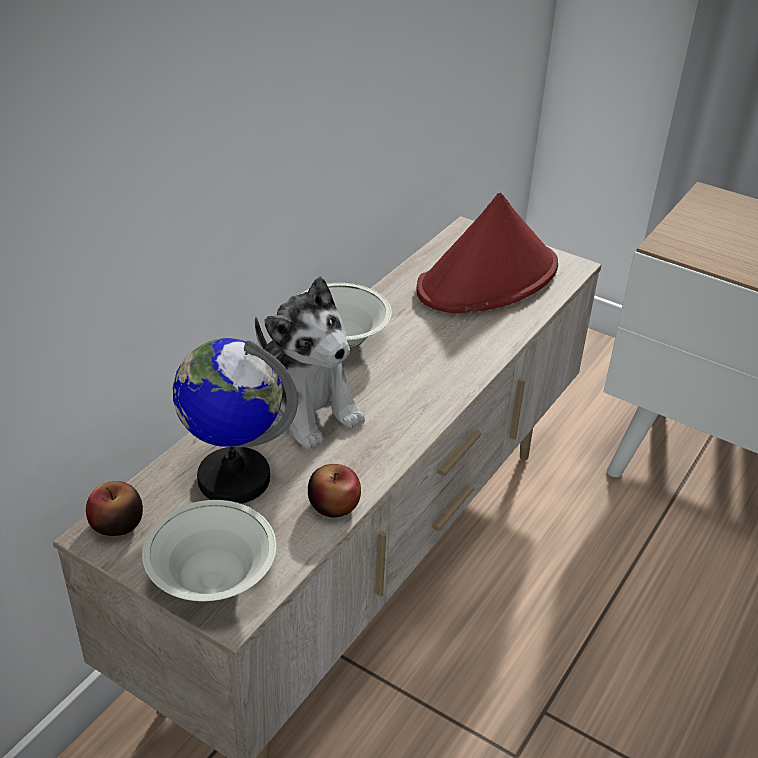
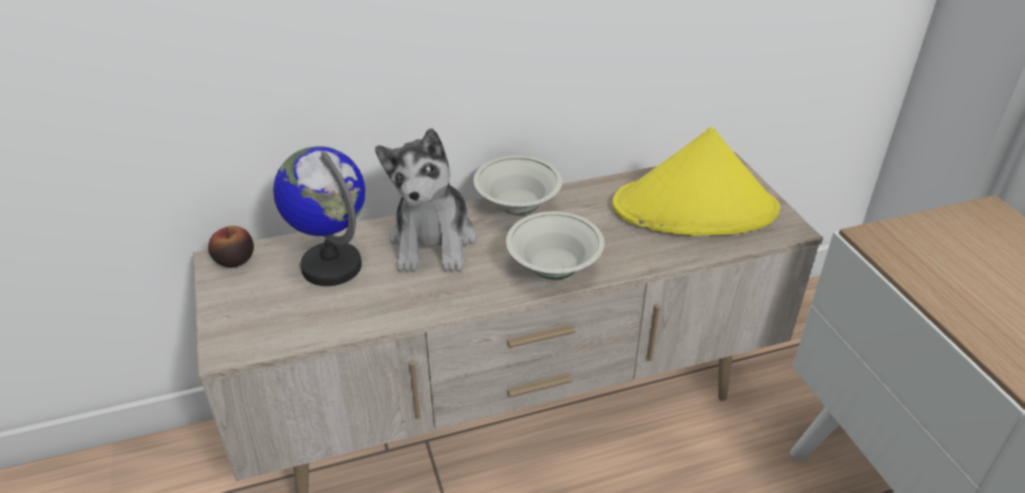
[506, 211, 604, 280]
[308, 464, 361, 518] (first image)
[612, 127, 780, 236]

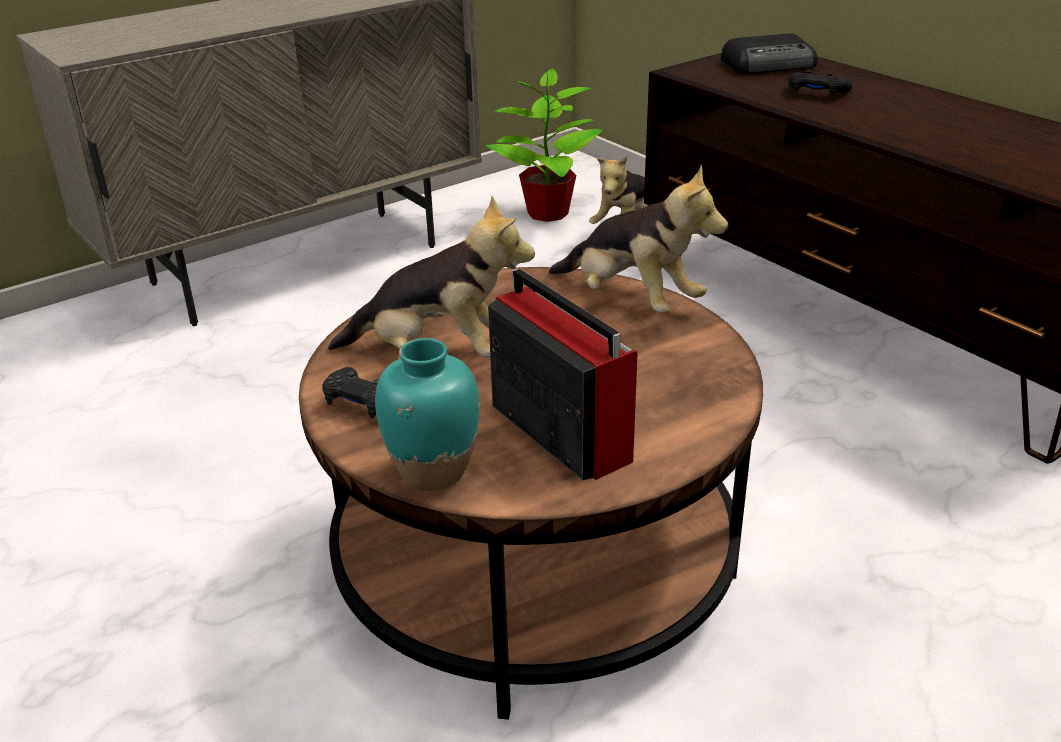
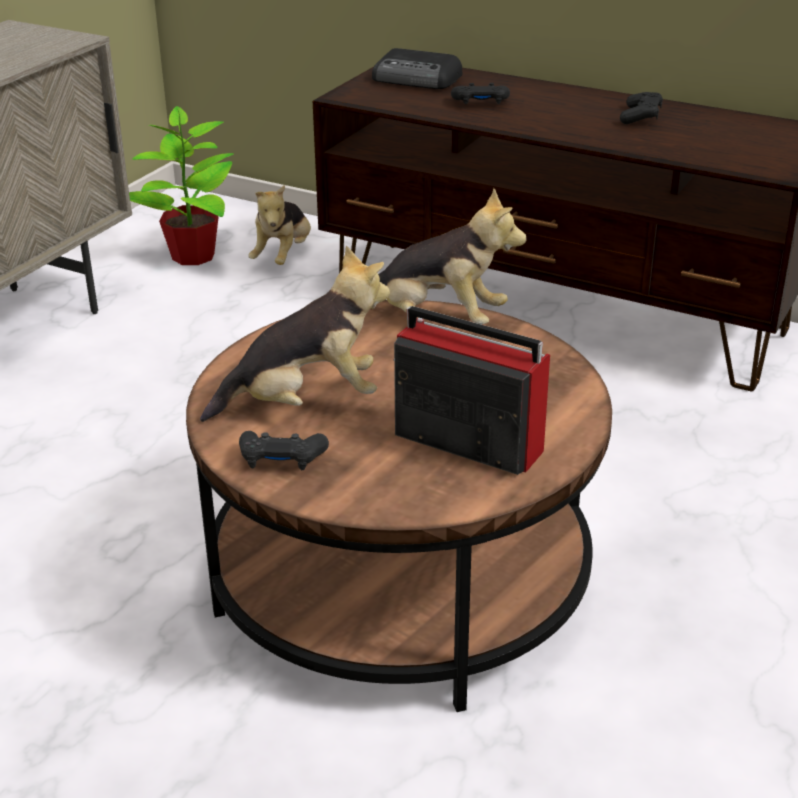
[375, 338, 480, 491] (first image)
[372, 48, 462, 89]
[620, 92, 663, 124]

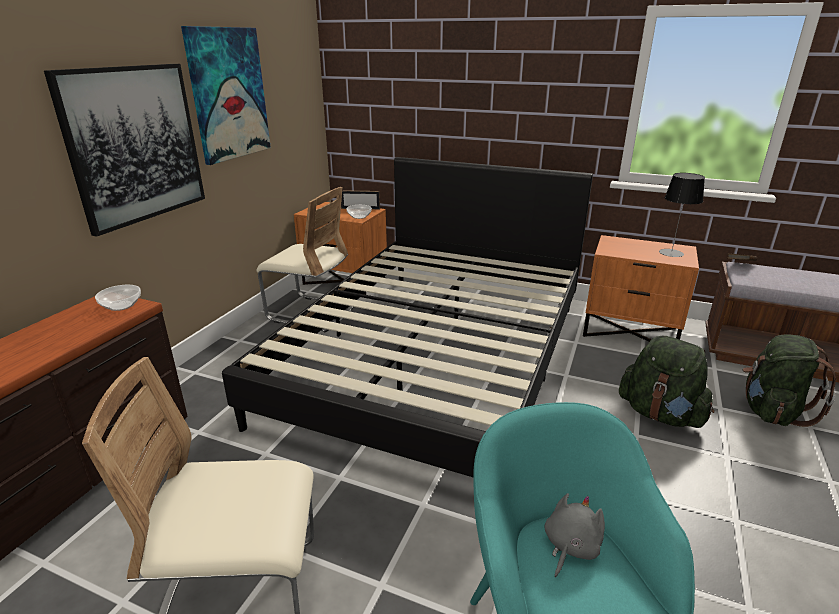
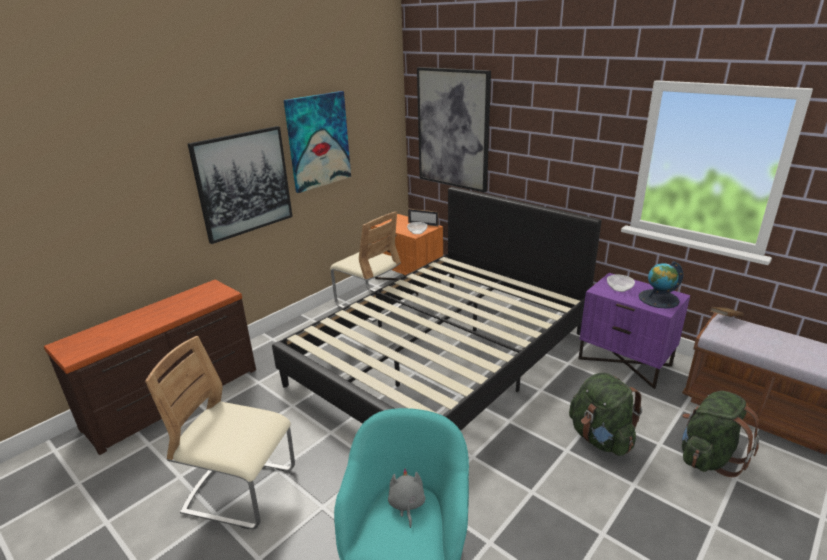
[607, 275, 635, 292]
[388, 469, 425, 528]
[578, 273, 690, 389]
[639, 261, 684, 308]
[417, 67, 491, 193]

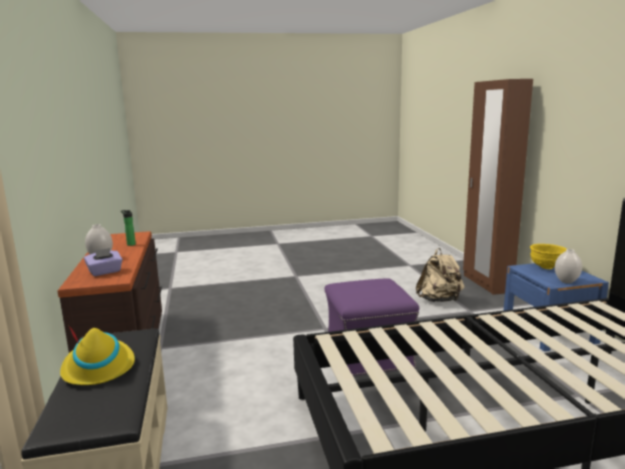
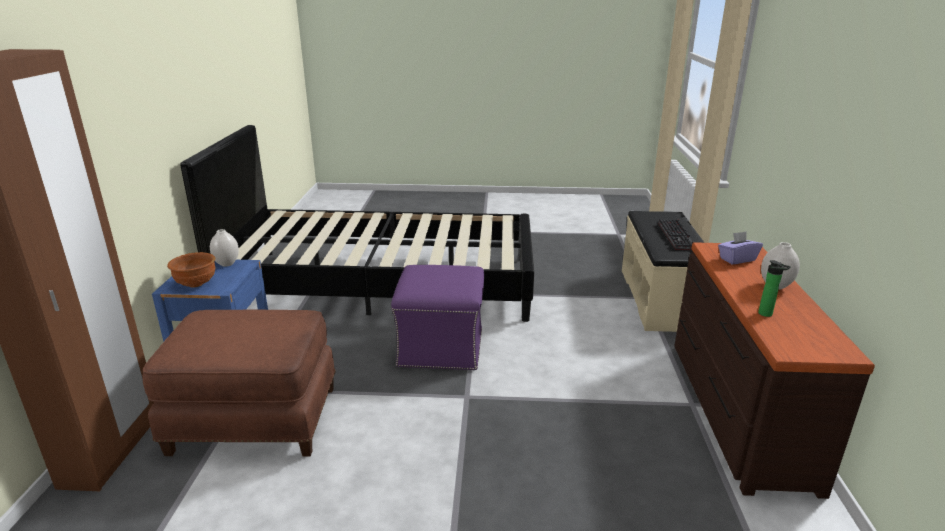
[658, 219, 695, 251]
[143, 310, 336, 457]
[167, 252, 215, 288]

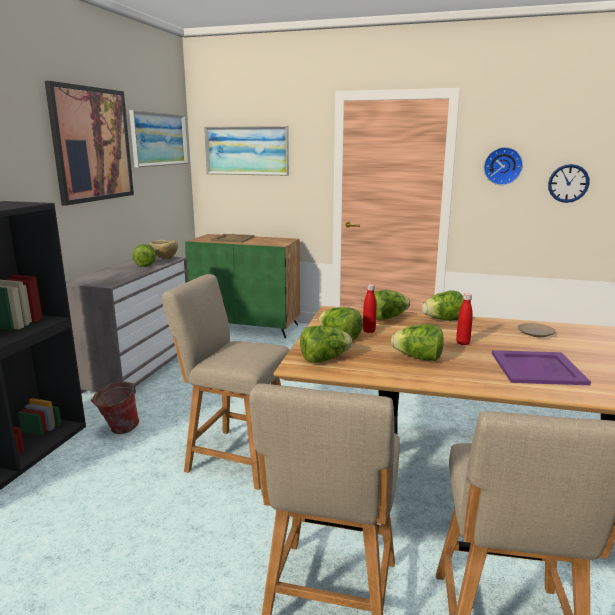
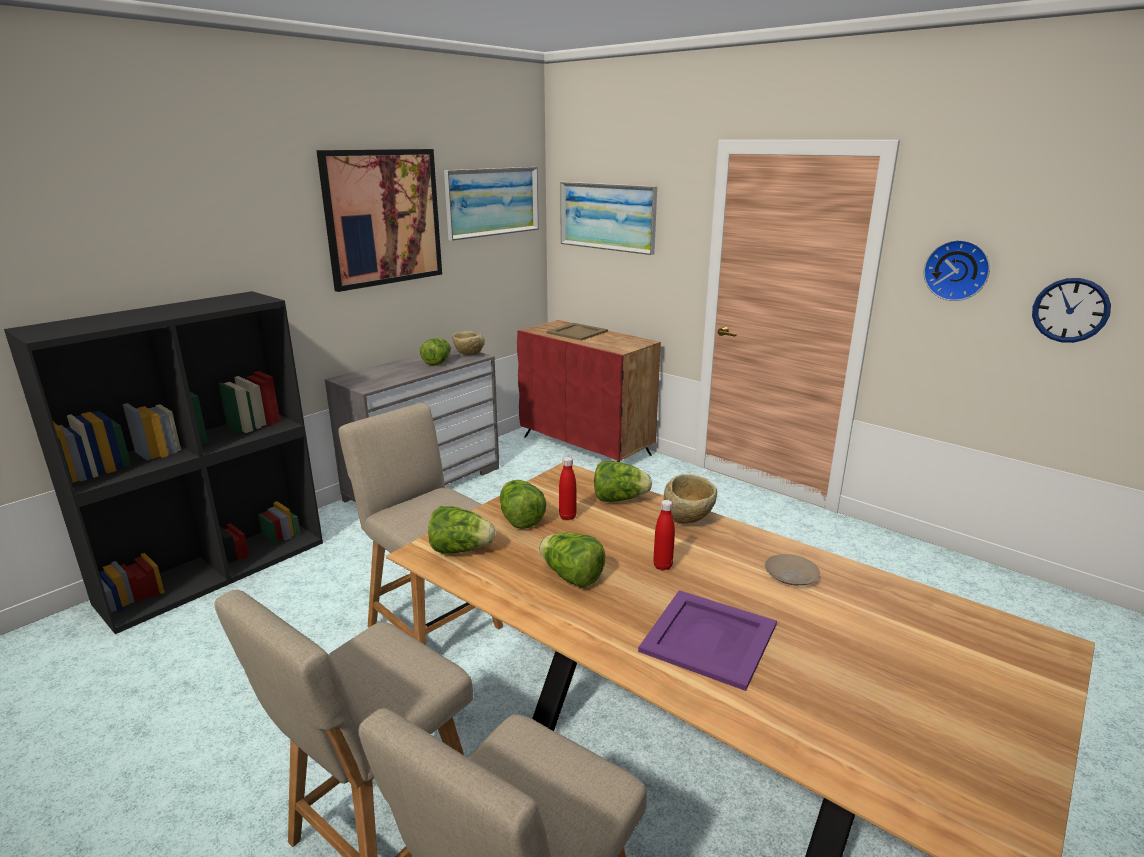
[91, 381, 139, 434] (first image)
[517, 320, 661, 462]
[664, 474, 717, 524]

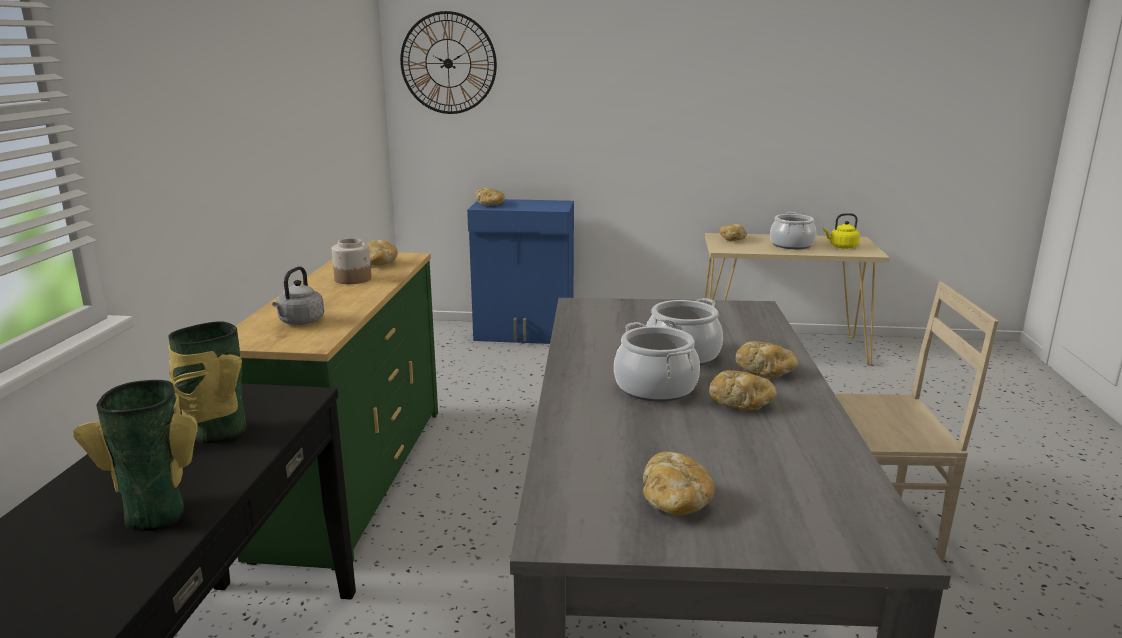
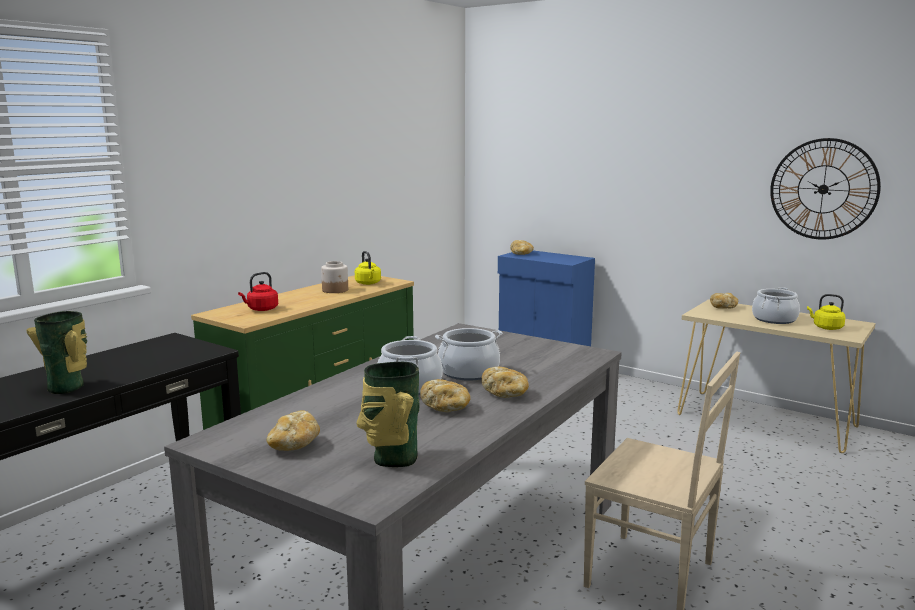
[356, 362, 420, 467]
[238, 272, 278, 311]
[355, 251, 381, 285]
[770, 138, 881, 240]

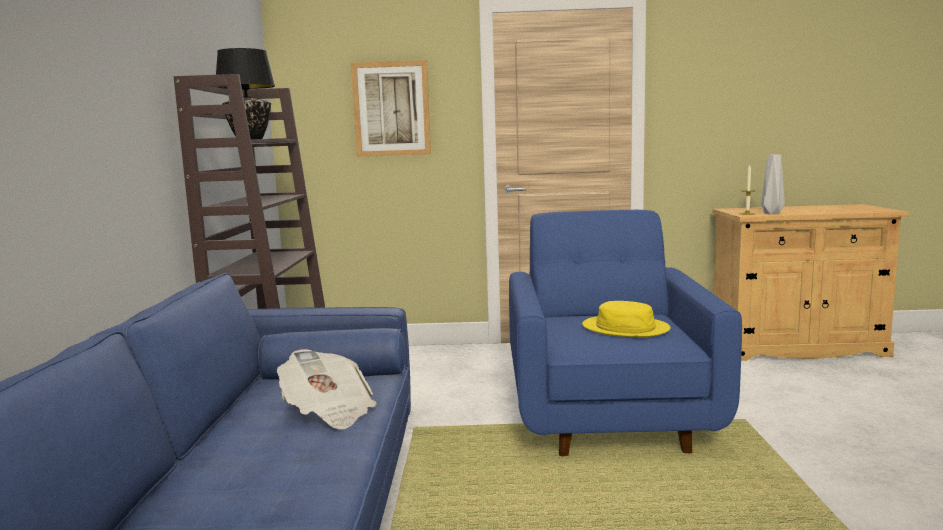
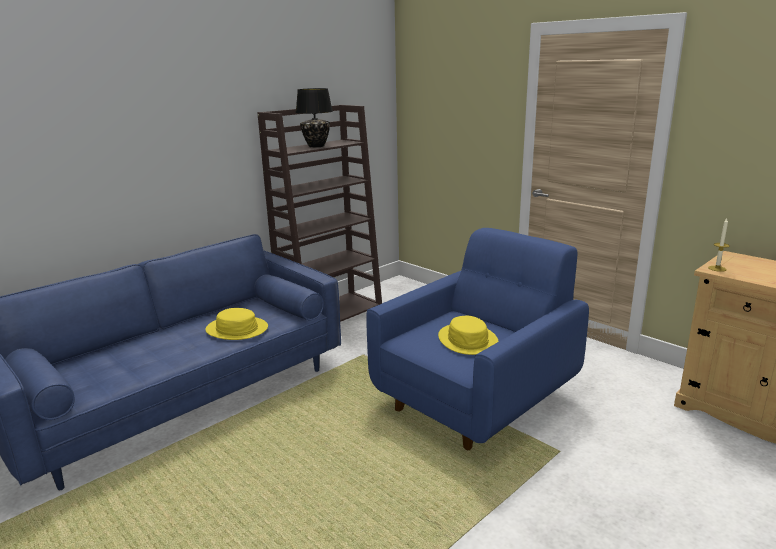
[205, 308, 268, 340]
[351, 60, 431, 157] (first image)
[761, 154, 785, 214] (first image)

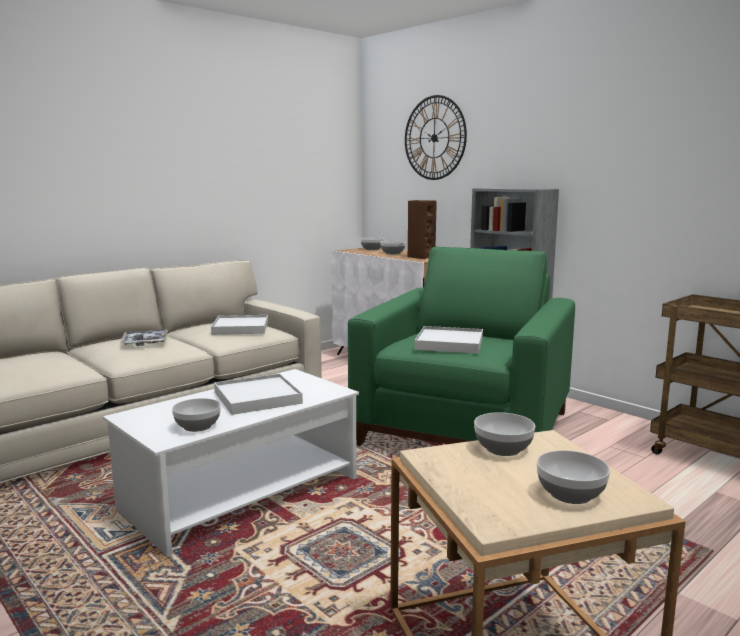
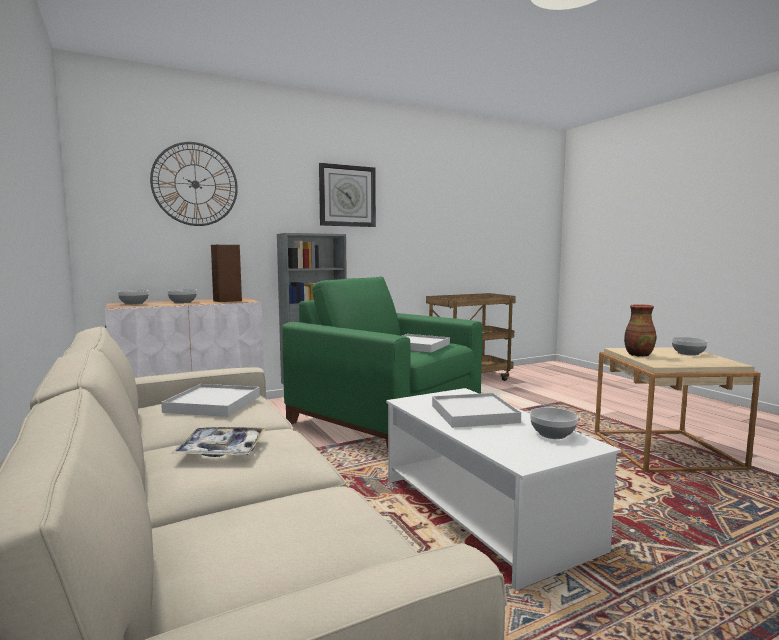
[624, 304, 656, 357]
[319, 163, 376, 227]

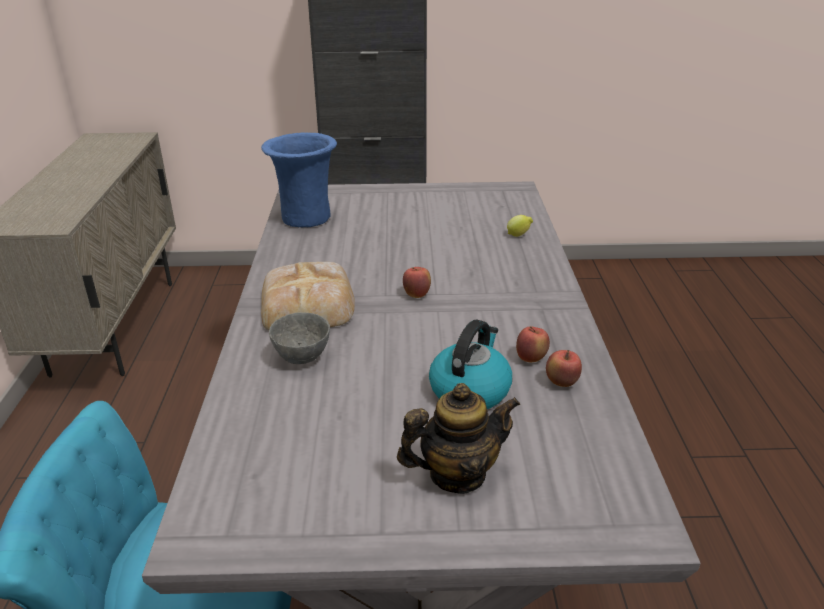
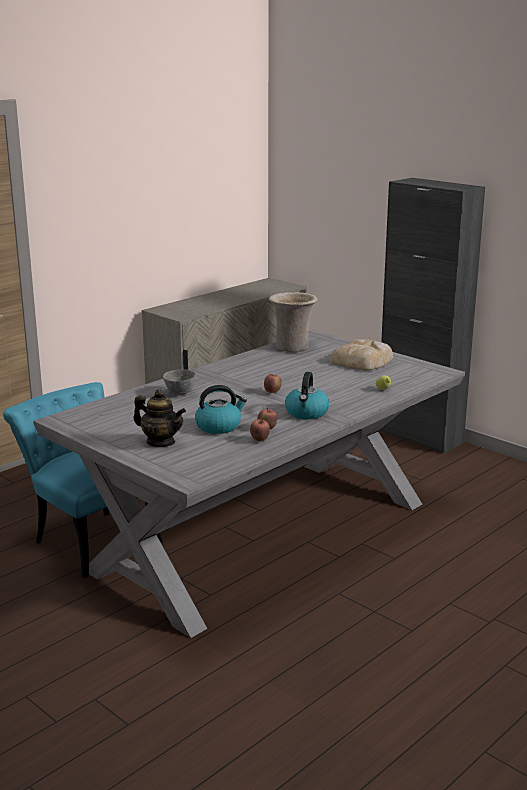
[269, 292, 318, 352]
[330, 339, 393, 370]
[285, 372, 329, 419]

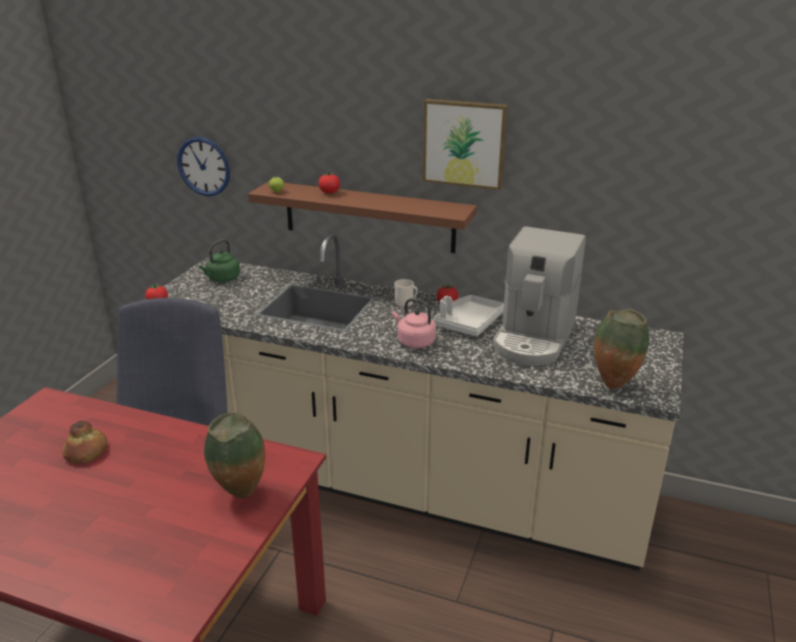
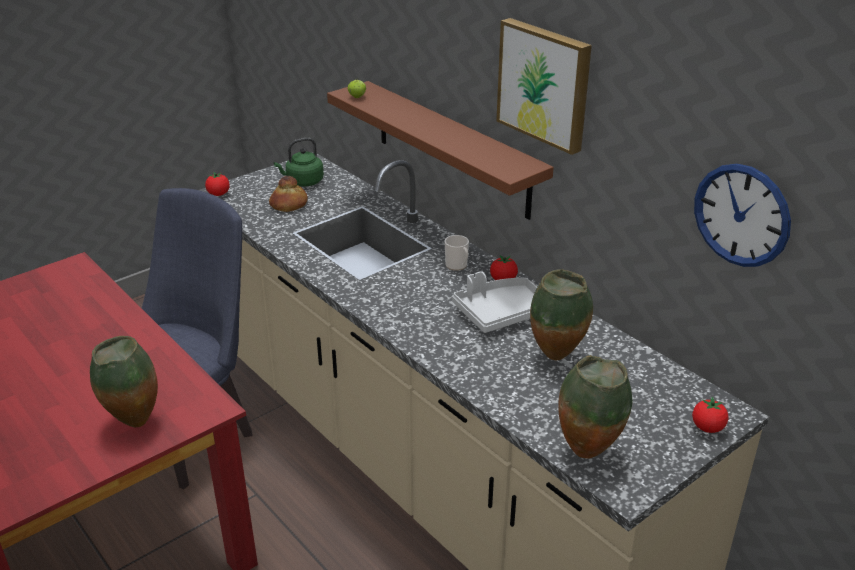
[269, 176, 308, 212]
[694, 164, 791, 267]
[692, 397, 729, 433]
[392, 298, 436, 349] (first image)
[530, 269, 593, 360]

